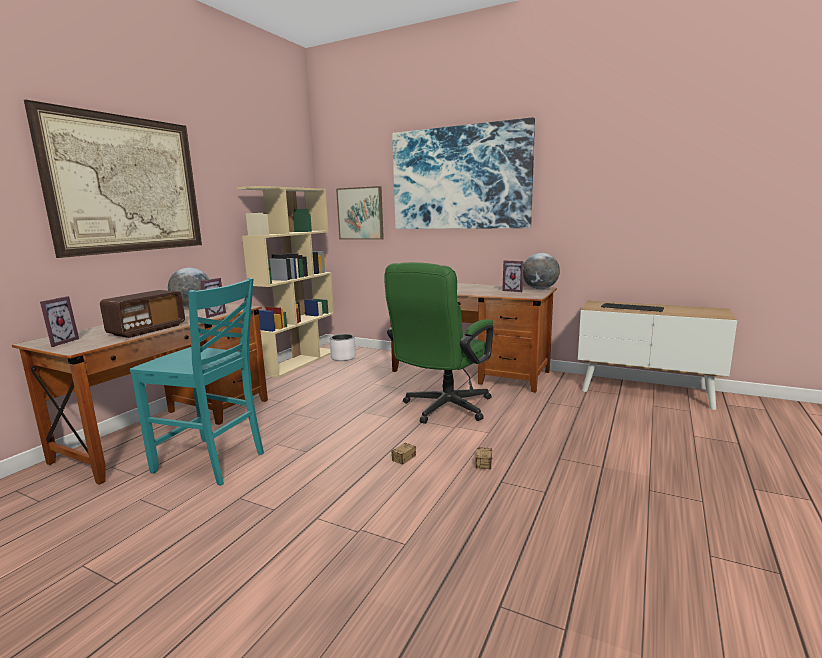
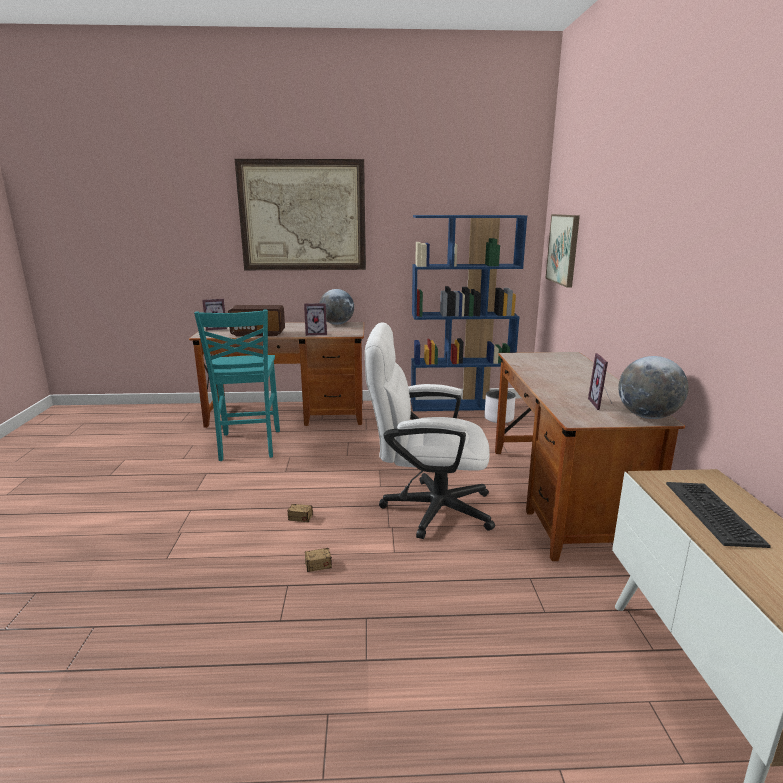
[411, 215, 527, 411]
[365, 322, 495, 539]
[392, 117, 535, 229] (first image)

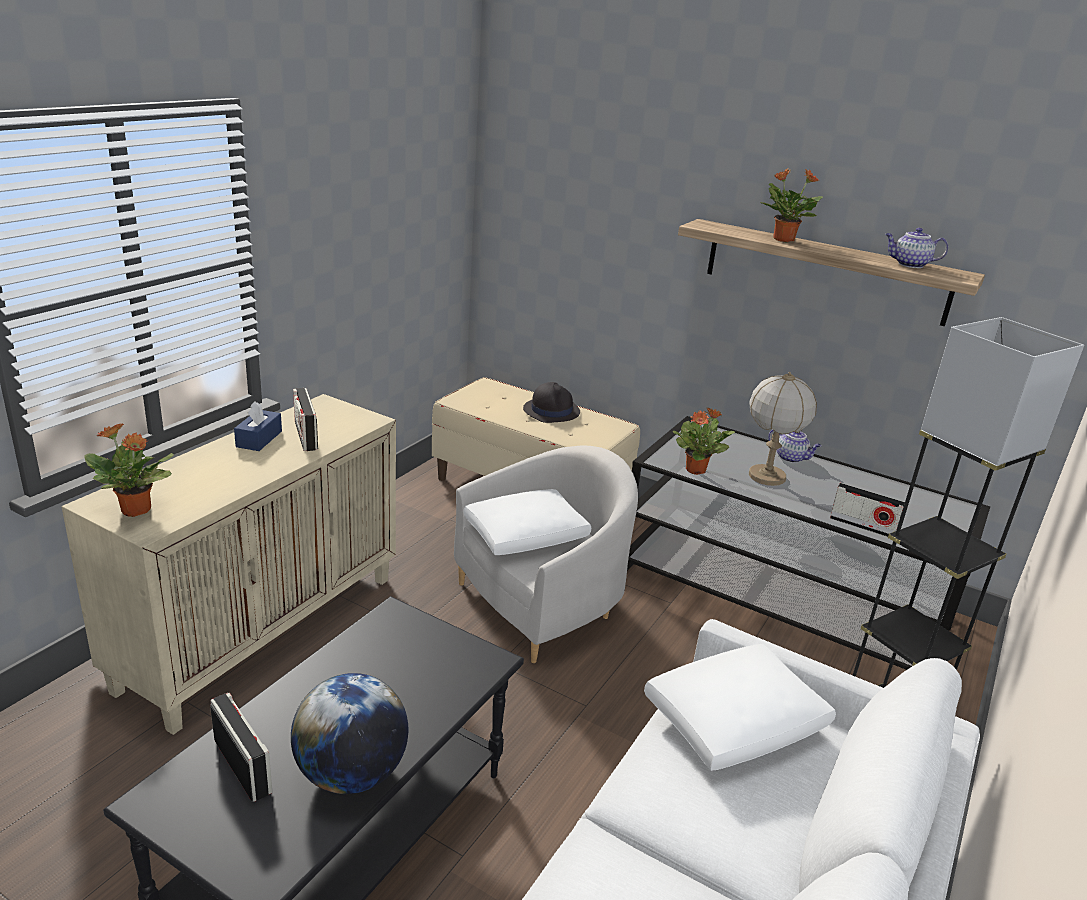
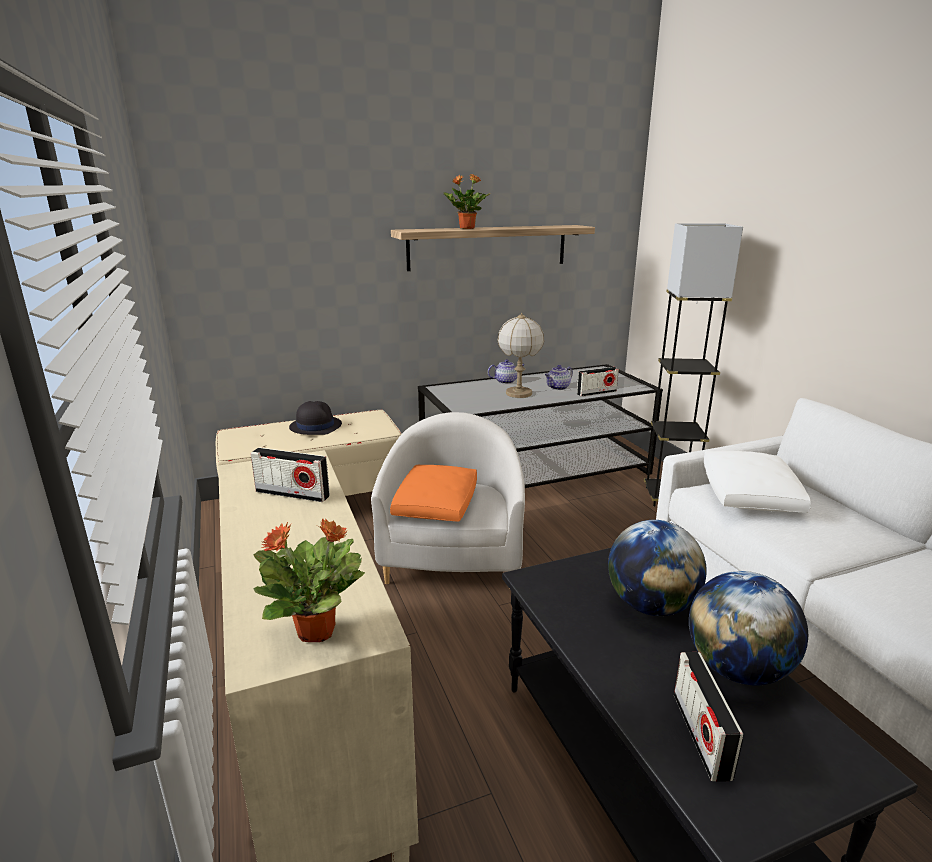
[674, 652, 743, 782]
[234, 401, 282, 451] (first image)
[390, 465, 477, 522]
[673, 407, 735, 475] (first image)
[545, 365, 573, 390]
[608, 520, 707, 616]

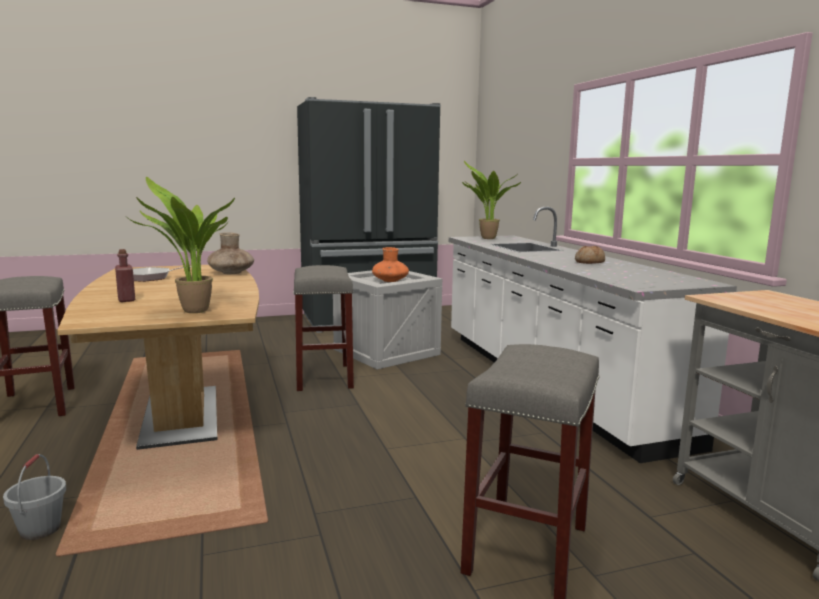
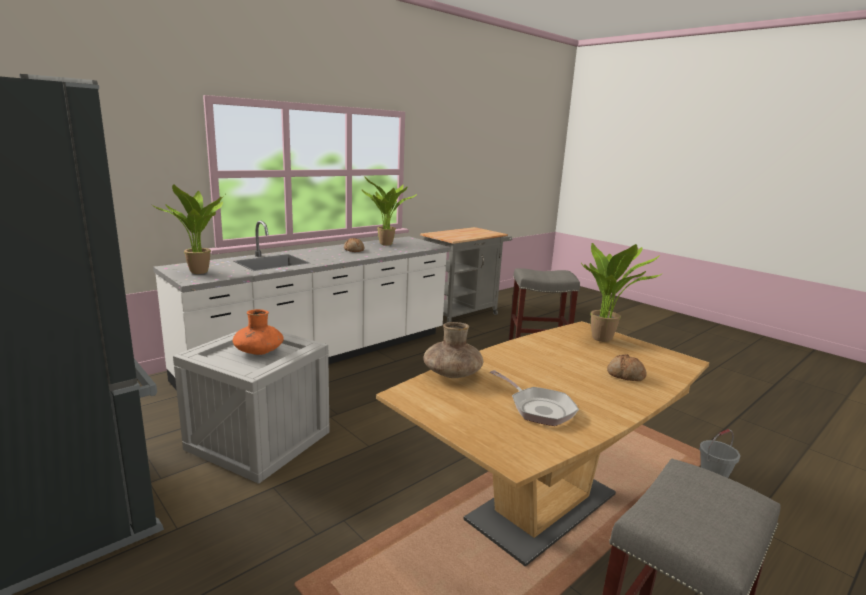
[607, 354, 647, 381]
[293, 265, 354, 391] (first image)
[362, 176, 417, 246]

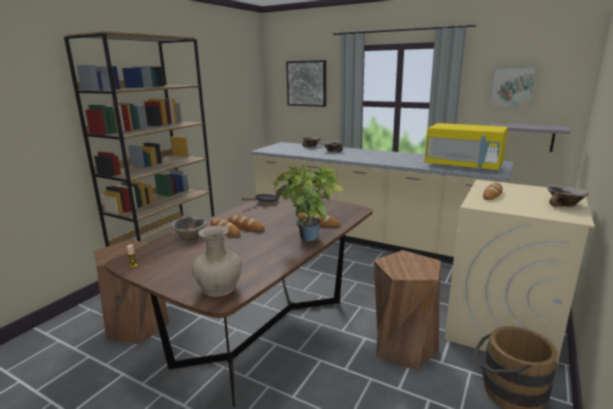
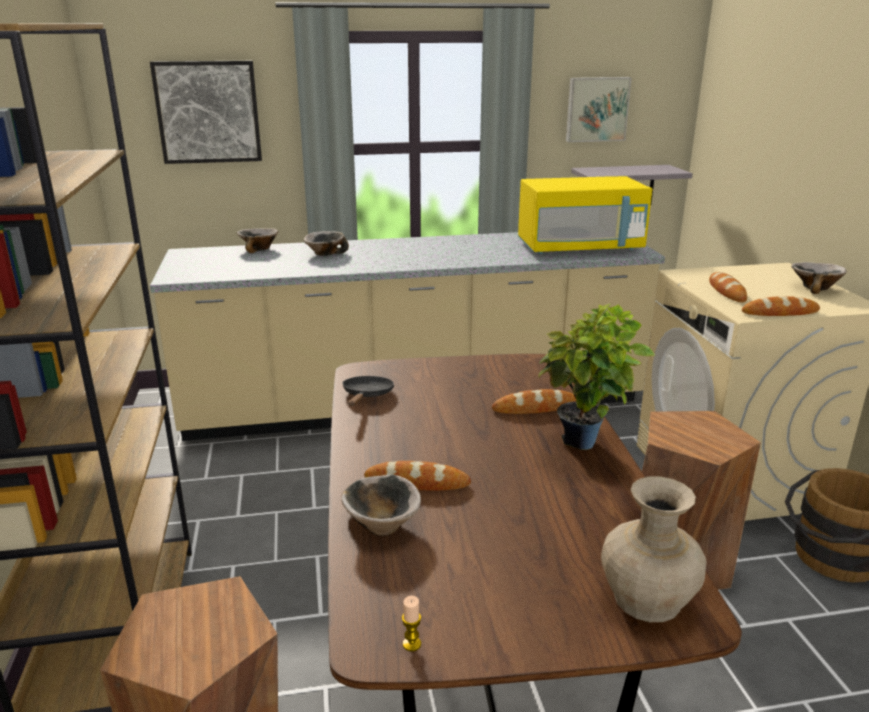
[742, 296, 820, 316]

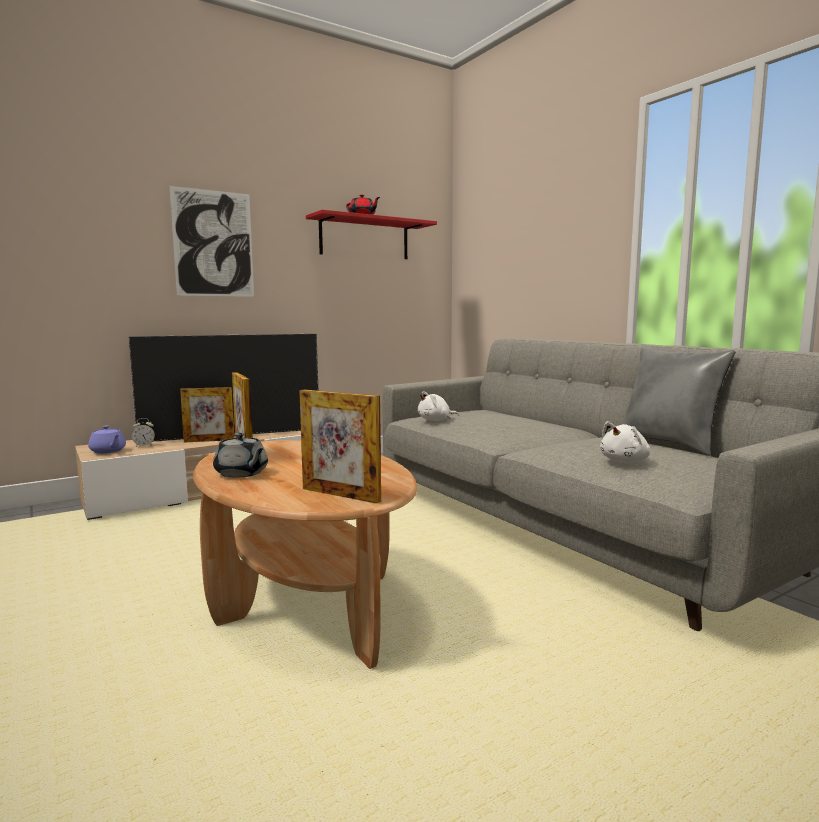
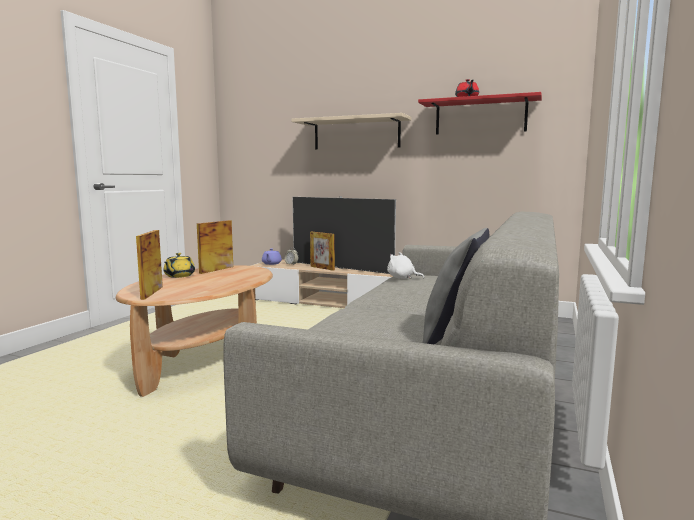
[291, 113, 412, 150]
[163, 253, 195, 278]
[600, 421, 651, 463] (first image)

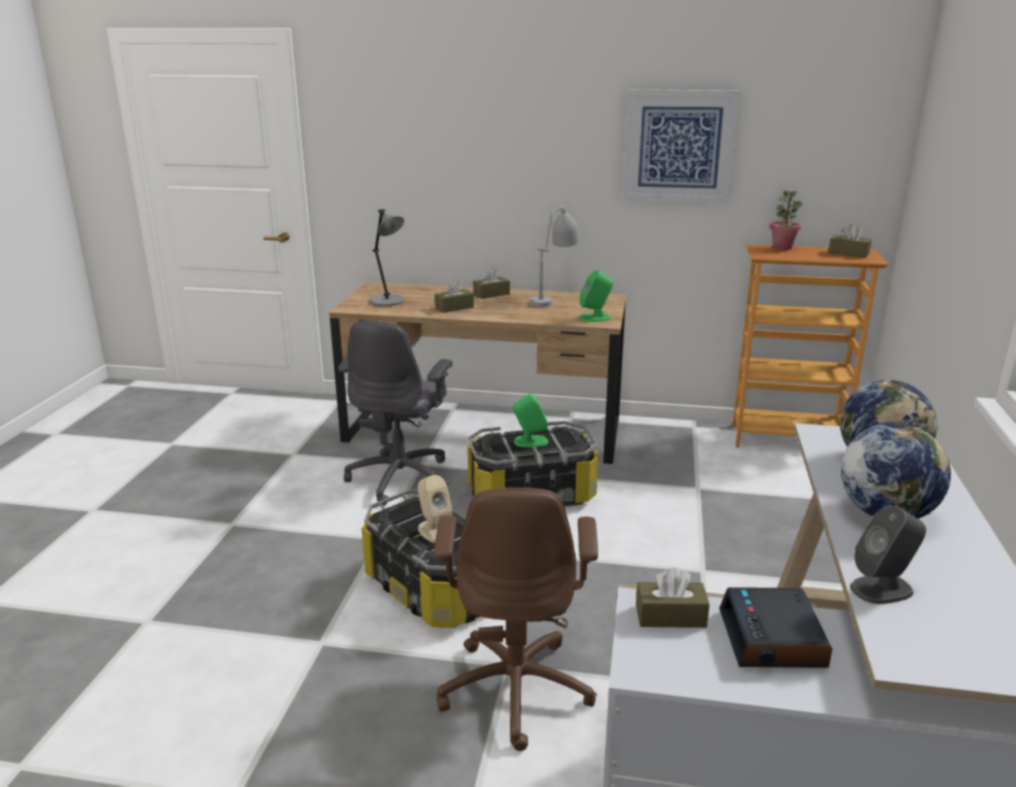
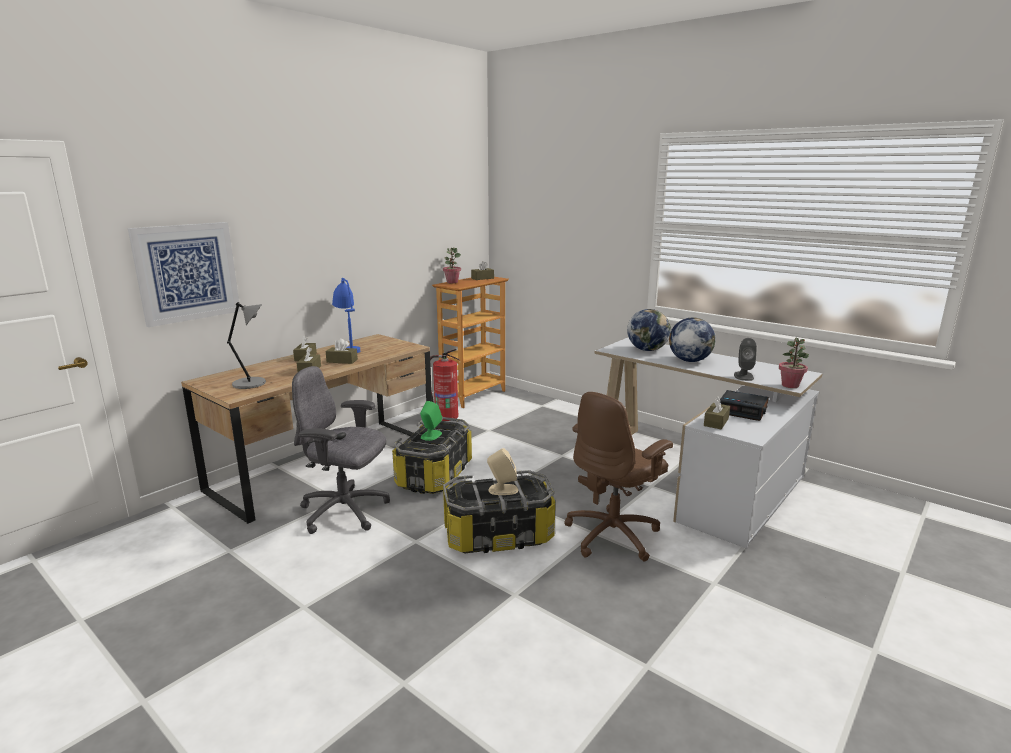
[292, 366, 390, 534]
[564, 392, 673, 562]
[332, 278, 360, 353]
[579, 270, 614, 322] (first image)
[128, 222, 240, 327]
[326, 338, 358, 364]
[430, 349, 460, 421]
[779, 338, 809, 388]

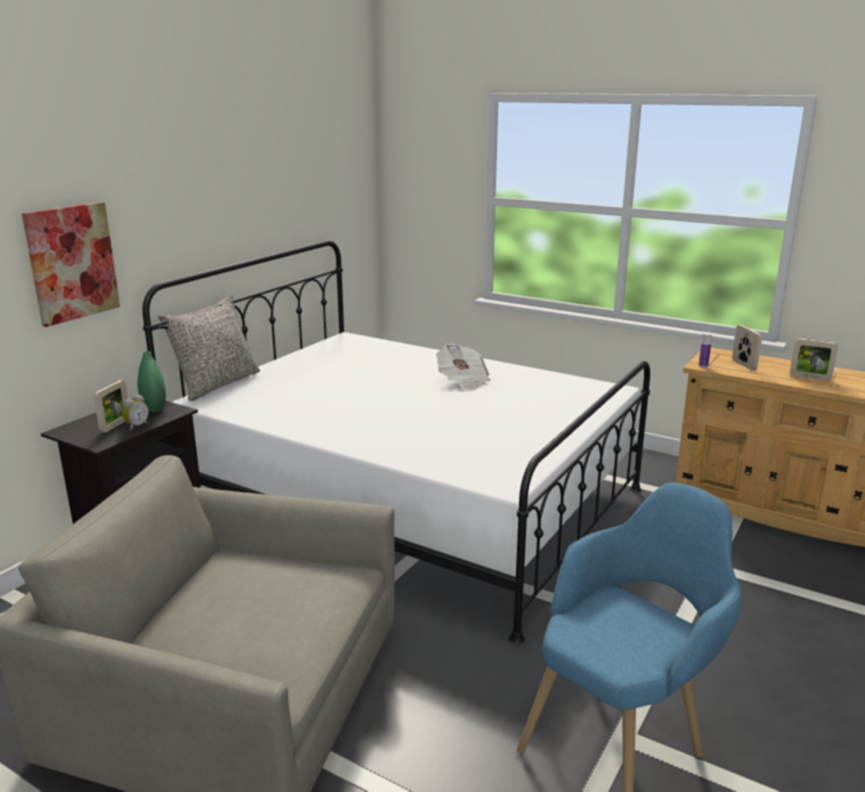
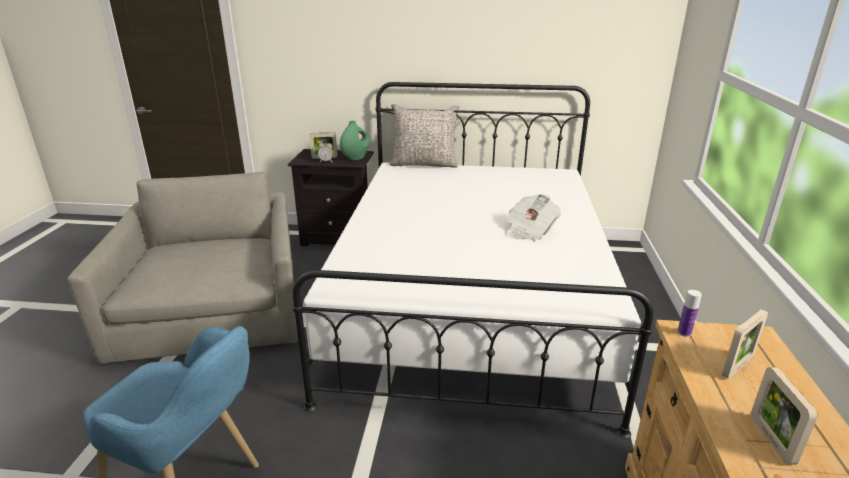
[22, 202, 120, 327] (first image)

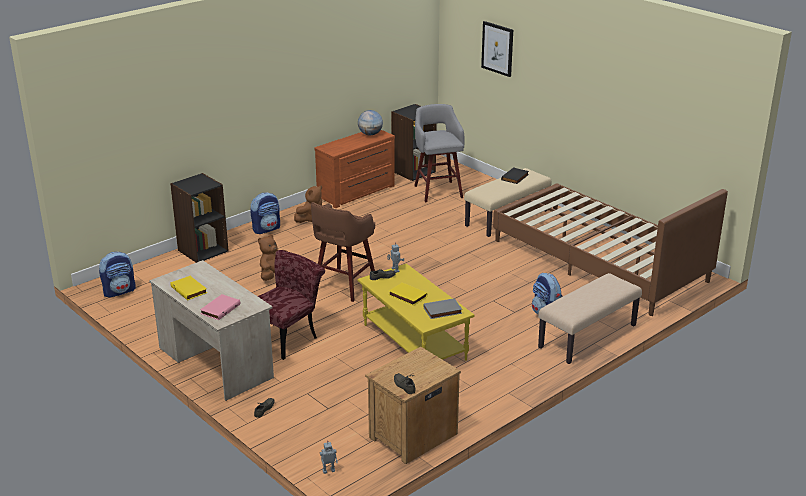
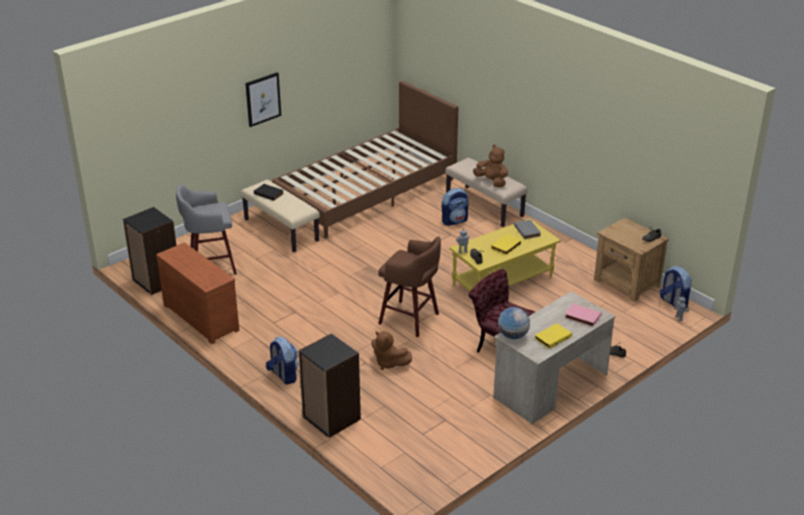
[660, 266, 692, 309]
[473, 145, 508, 187]
[498, 307, 530, 339]
[245, 72, 281, 127]

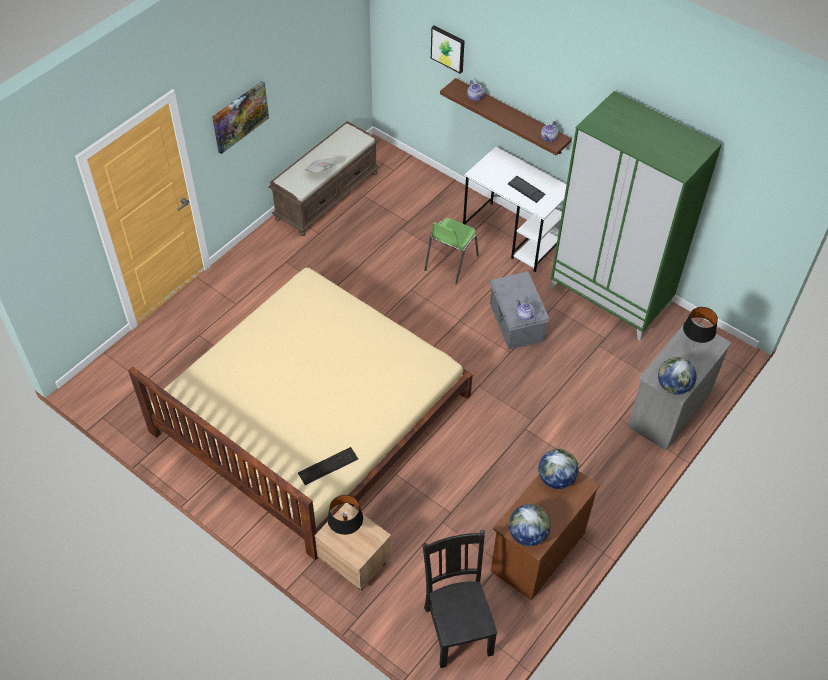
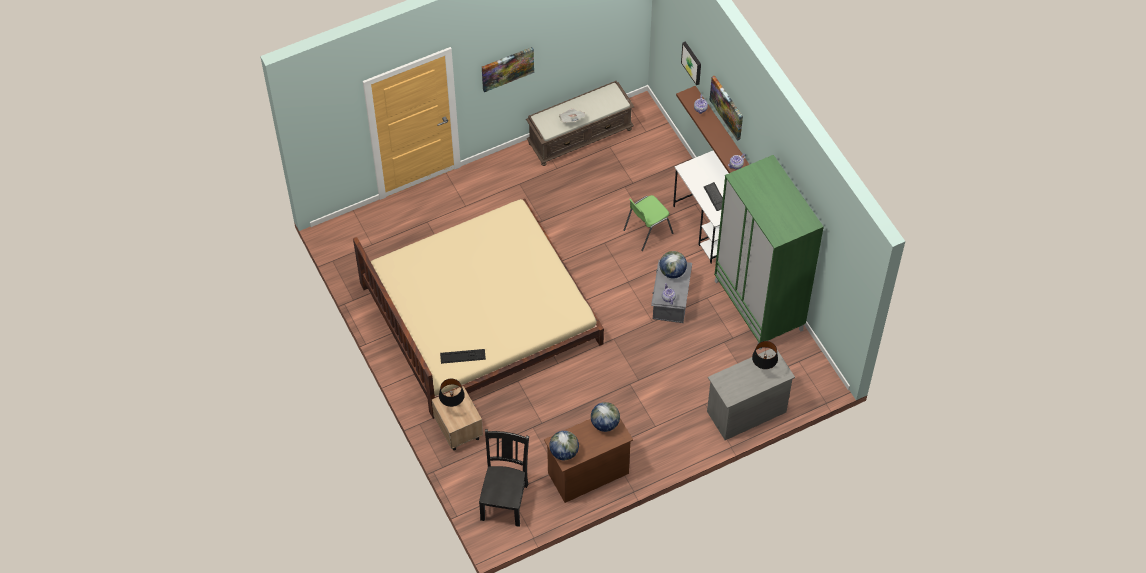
[659, 251, 687, 278]
[710, 75, 743, 141]

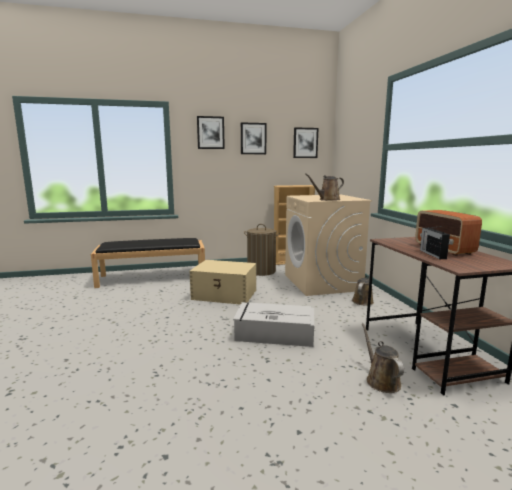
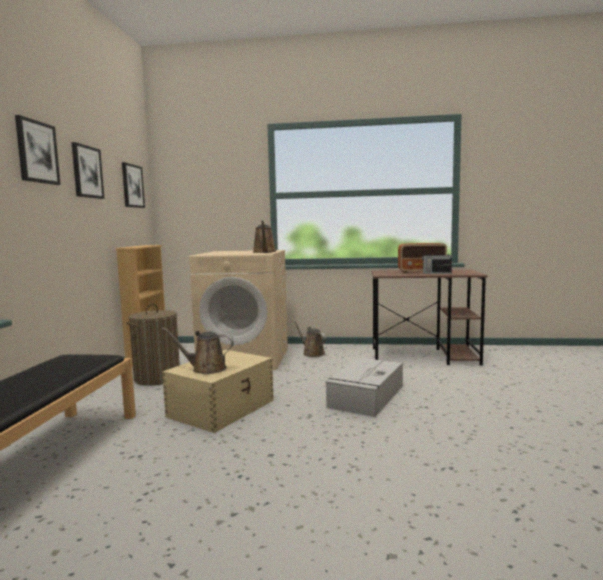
[162, 328, 234, 374]

